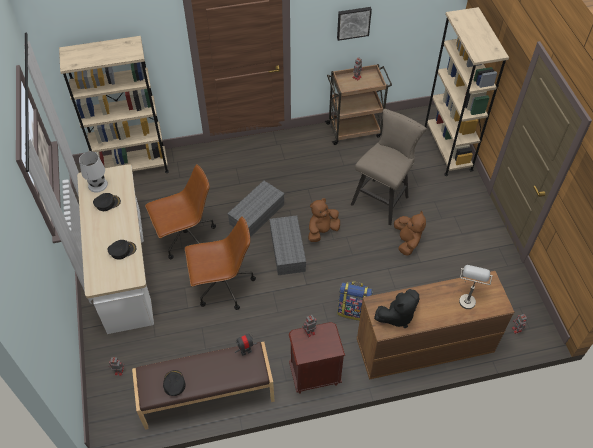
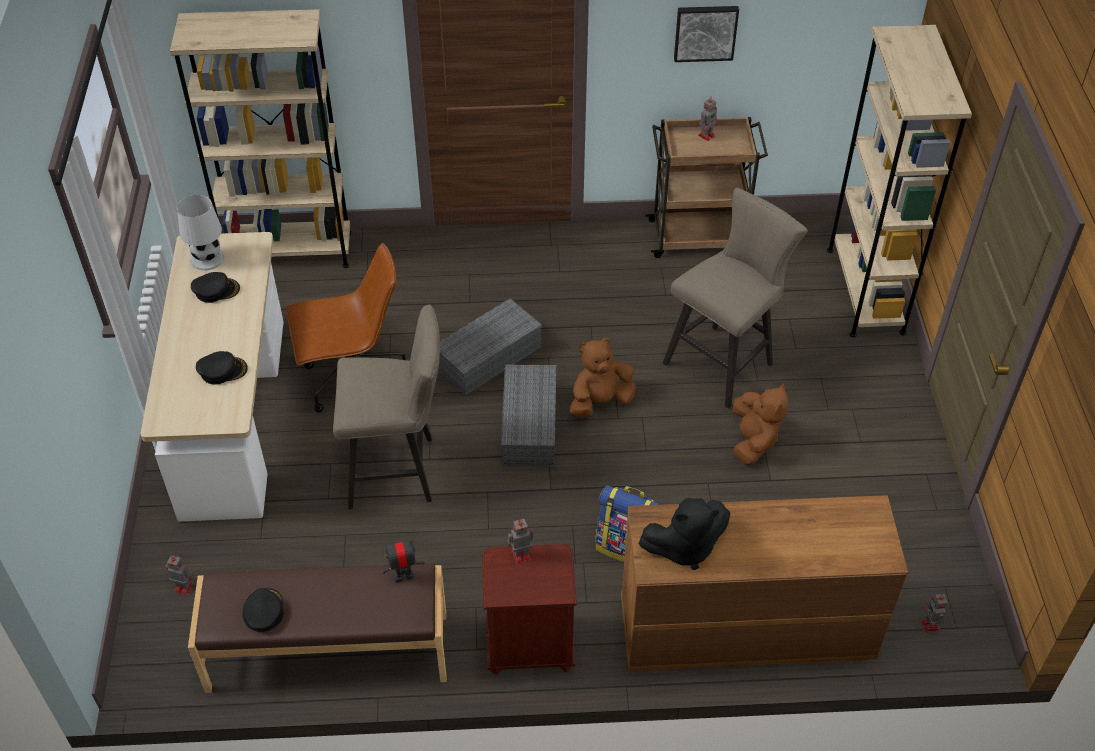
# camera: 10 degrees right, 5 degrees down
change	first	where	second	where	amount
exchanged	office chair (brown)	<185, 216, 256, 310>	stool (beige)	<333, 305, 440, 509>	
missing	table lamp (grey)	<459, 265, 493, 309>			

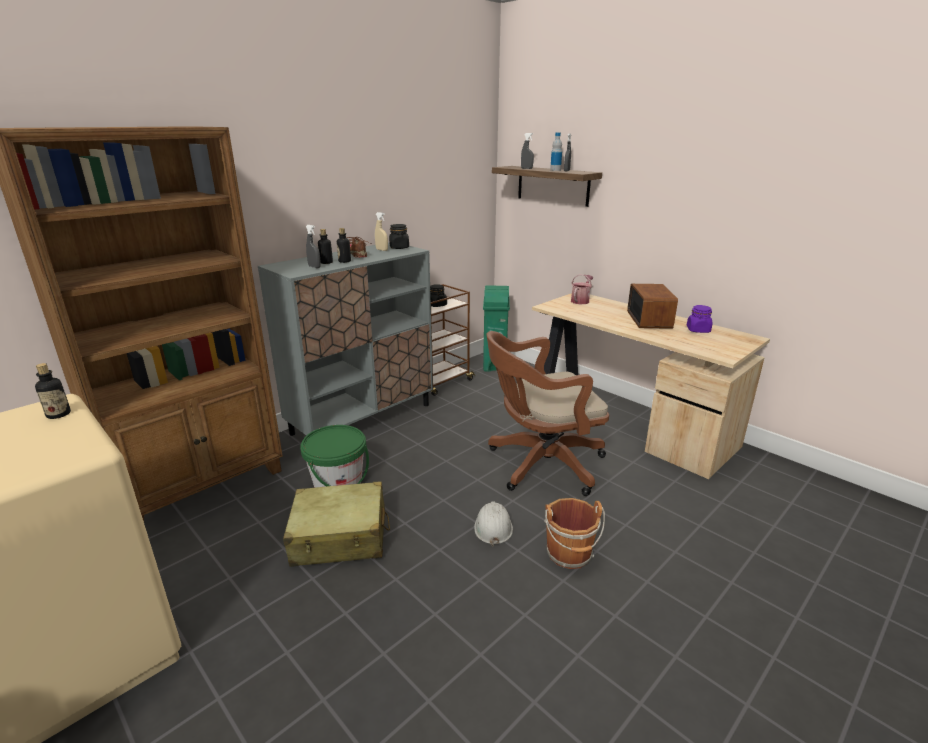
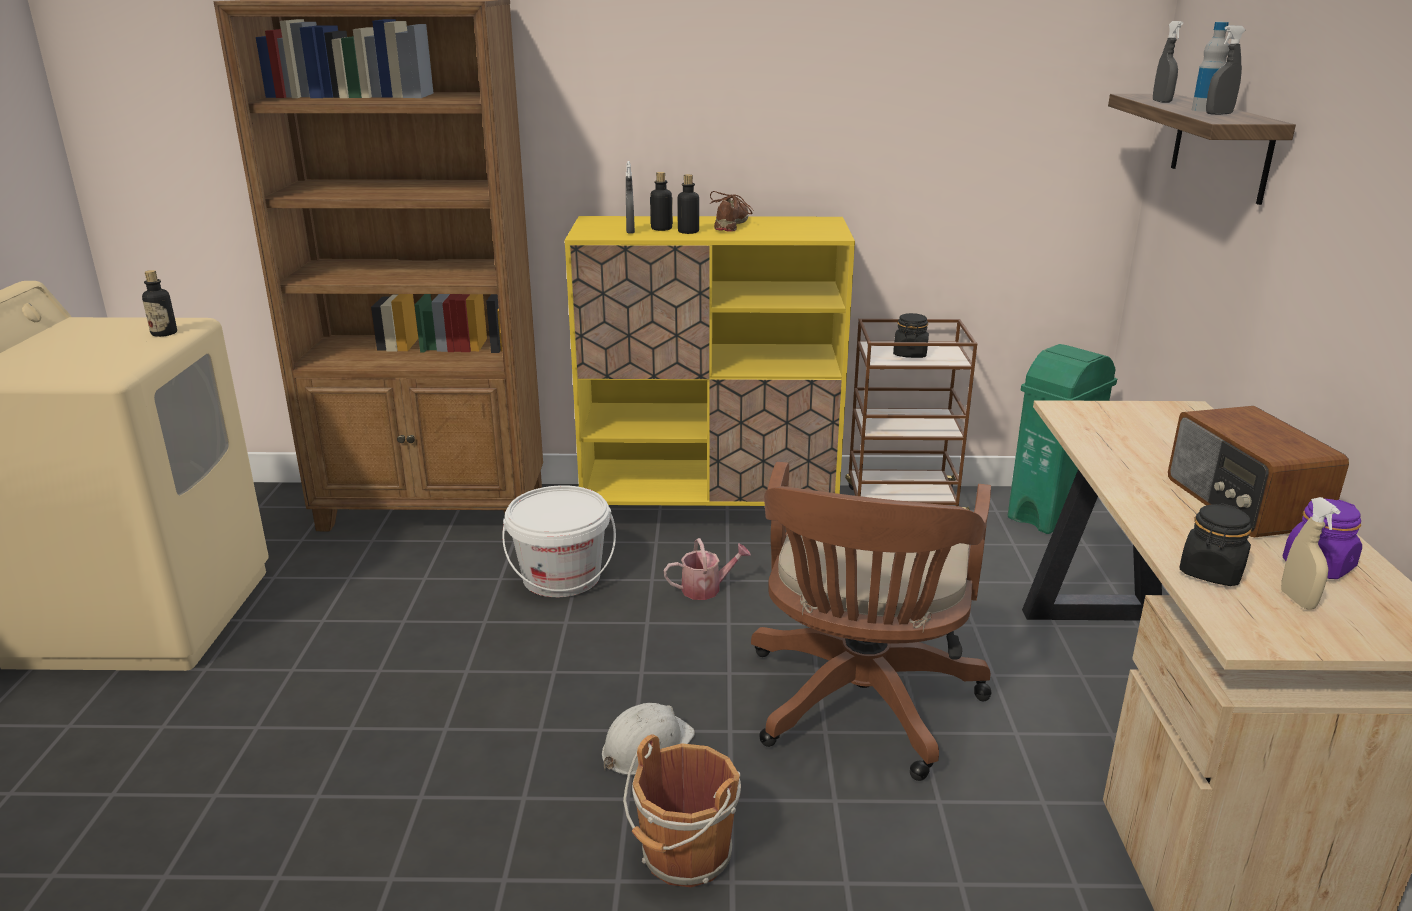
# camera: 45 degrees right, 0 degrees up
change	first	where	second	where	amount
colour	cabinet (grey)	<258, 242, 433, 436>	cabinet (yellow)	<565, 216, 855, 506>	
missing	suitcase (beige)	<283, 481, 390, 567>			
colour	bucket (green)	<300, 425, 369, 488>	bucket (white)	<502, 485, 616, 597>	
relocated	spray bottle (beige)	<375, 212, 388, 251>		<1281, 497, 1340, 610>	
relocated	jar (black)	<389, 224, 409, 249>		<1179, 503, 1251, 586>	
spun	office chair (brown)	<487, 331, 609, 496>		<751, 462, 992, 781>	105 degrees counterclockwise
relocated	watering can	<571, 274, 593, 304>		<663, 538, 751, 600>	
spun	radio	<627, 284, 678, 329>		<1168, 406, 1349, 537>	120 degrees clockwise

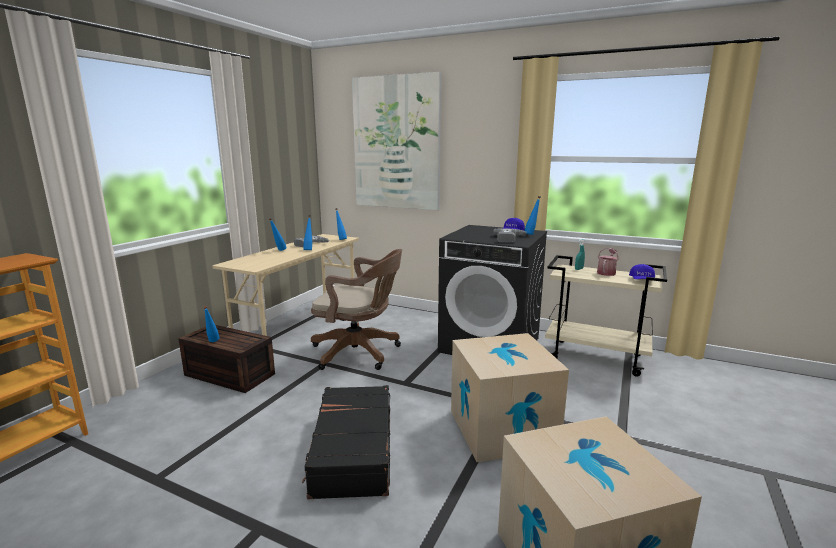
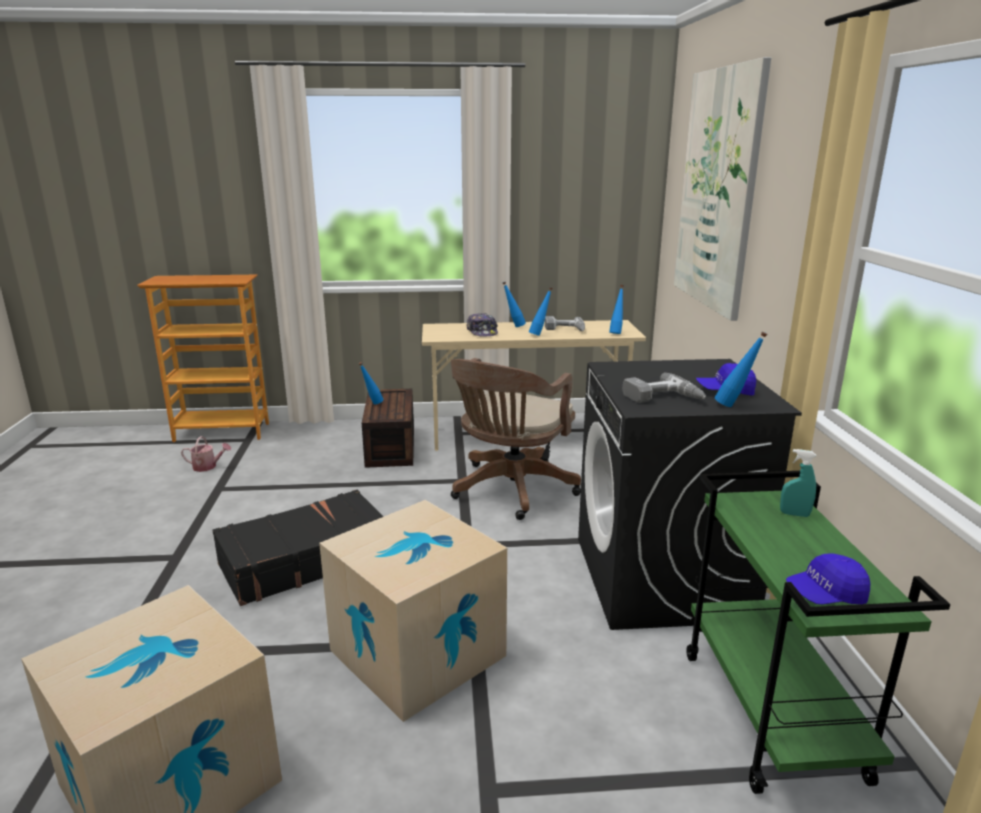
# camera: 60 degrees right, 5 degrees up
change	first	where	second	where	amount
spun	office chair (brown)	<311, 249, 402, 370>		<451, 358, 581, 520>	45 degrees clockwise
colour	cart (beige)	<545, 255, 667, 377>	cart (green)	<686, 471, 950, 794>	
relocated	watering can	<597, 248, 619, 276>		<181, 436, 231, 472>	
appeared			cap	<466, 313, 498, 337>	

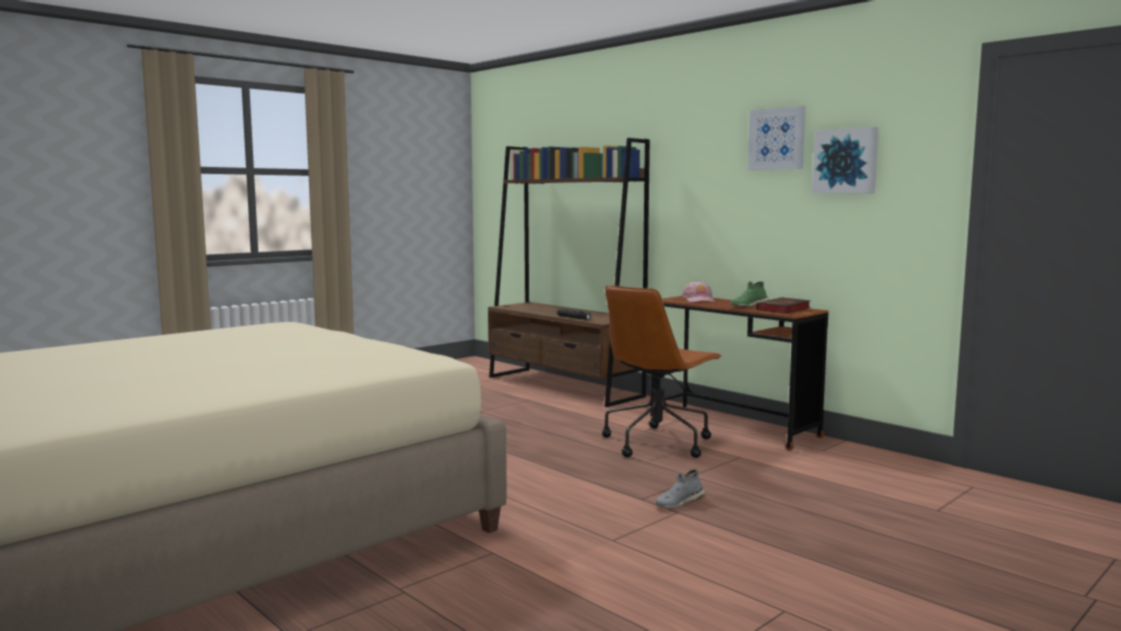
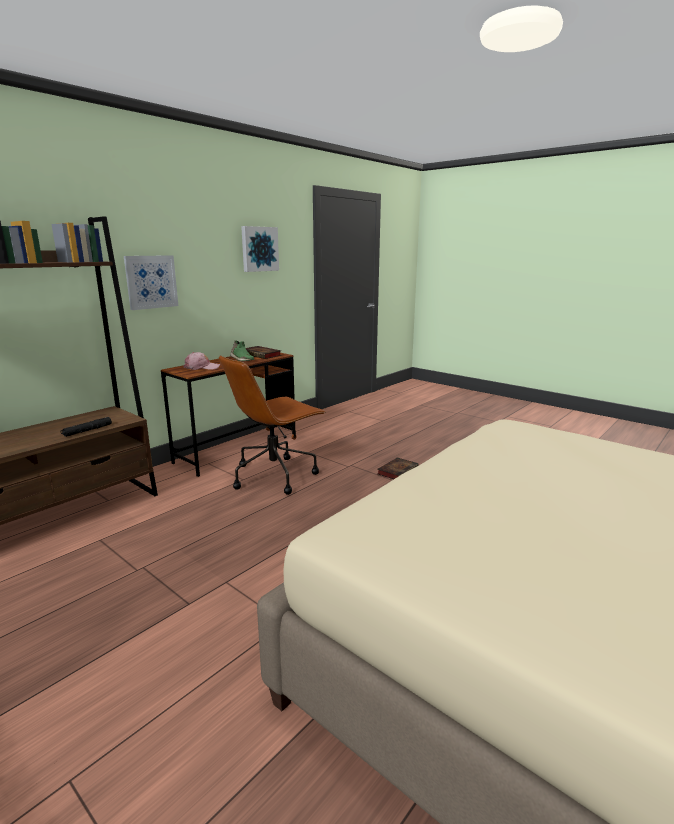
# camera: 95 degrees left, 10 degrees up
change	first	where	second	where	amount
spun	office chair (brown)	<602, 285, 722, 458>		<219, 355, 326, 495>	105 degrees clockwise
exchanged	shoe (grey)	<655, 469, 706, 508>	book	<377, 458, 419, 479>	
relocated	picture	<748, 106, 806, 170>		<124, 255, 178, 310>	

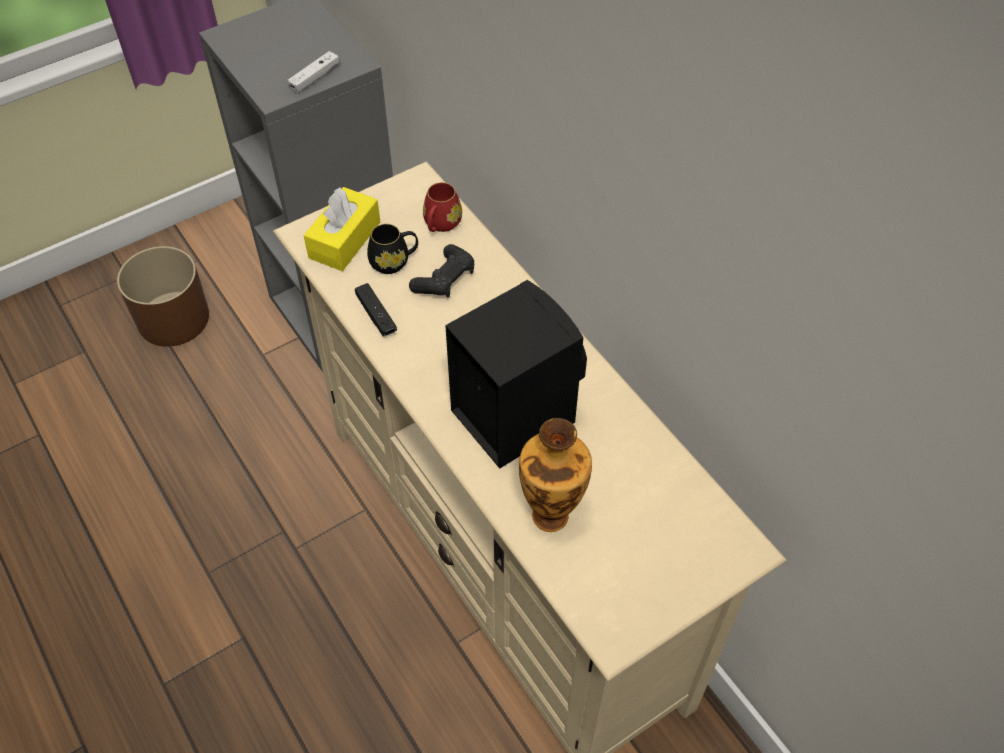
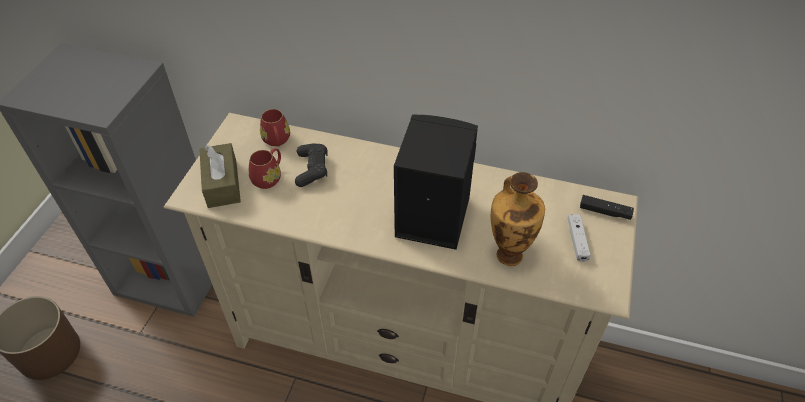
# camera: 40 degrees left, 5 degrees down
change	first	where	second	where	amount
relocated	game controller (white)	<287, 51, 340, 93>		<567, 214, 591, 262>	
colour	tissue box (yellow)	<304, 187, 380, 271>	tissue box (brown)	<199, 143, 241, 208>	
relocated	game controller (black)	<355, 283, 397, 336>		<580, 195, 634, 220>	
colour	mug (black)	<367, 224, 418, 274>	mug (red)	<248, 148, 281, 189>	

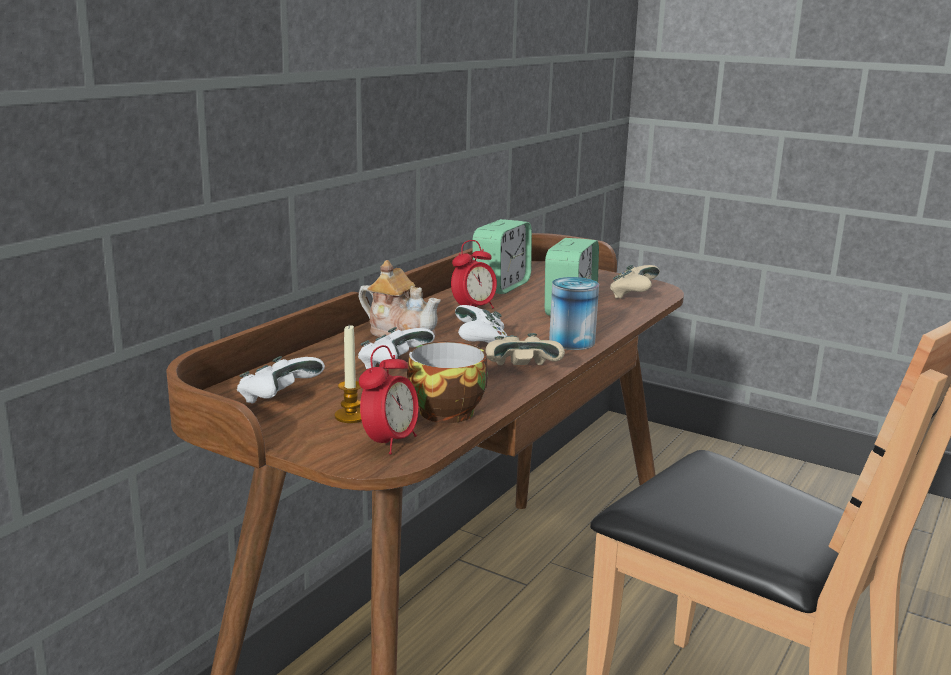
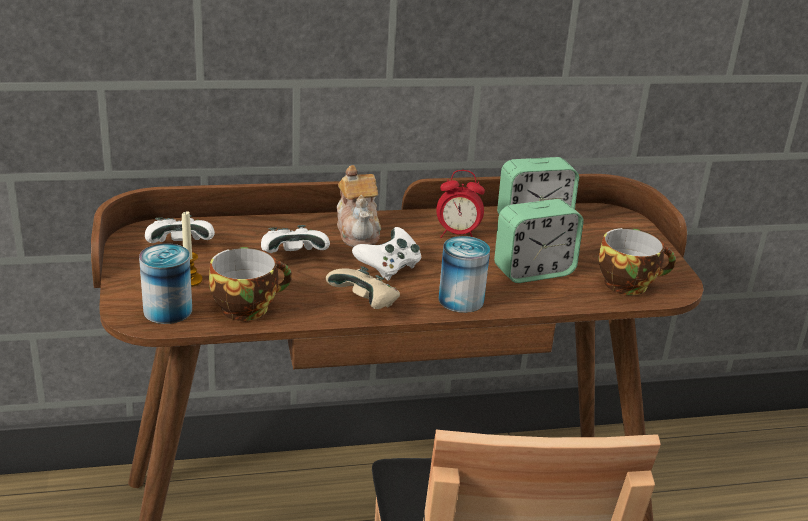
# camera: 45 degrees right, 10 degrees up
change	first	where	second	where	amount
exchanged	alarm clock	<359, 345, 419, 454>	can	<139, 243, 192, 324>	
exchanged	game controller (beige)	<610, 265, 660, 299>	cup	<598, 228, 676, 295>	

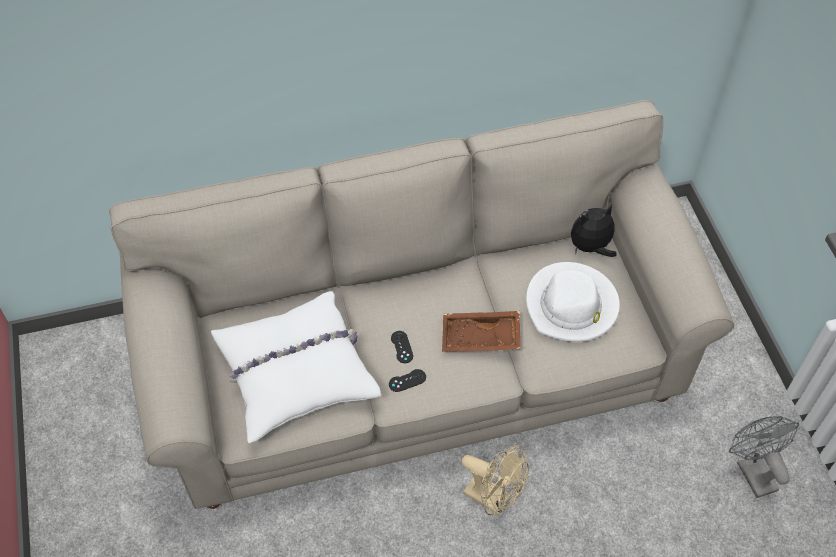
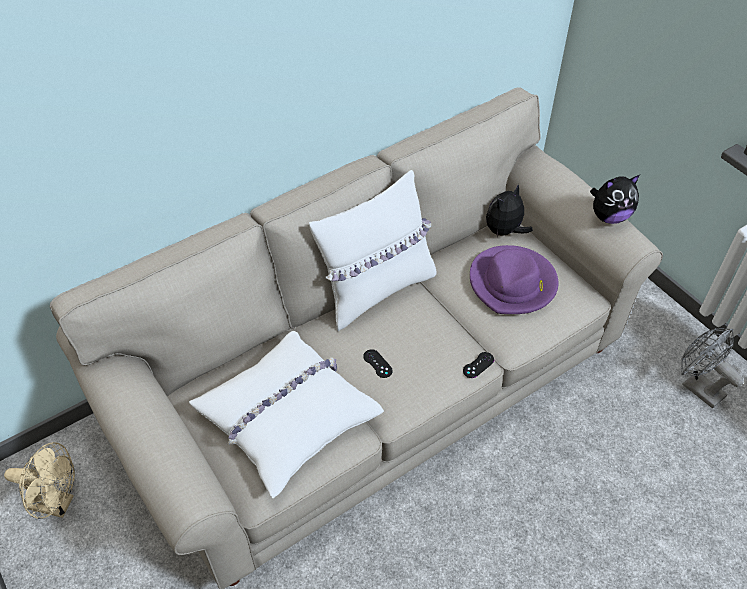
# camera: 20 degrees left, 5 degrees down
change	first	where	second	where	amount
relocated	game controller (black)	<389, 369, 426, 392>		<463, 352, 494, 378>	
missing	tray (brown)	<442, 311, 520, 352>			
relocated	fan (beige)	<461, 445, 529, 515>		<4, 442, 75, 519>	
colour	hat (white)	<526, 262, 620, 342>	hat (purple)	<470, 245, 559, 314>	
appeared			pillow (white)	<309, 170, 436, 331>	
appeared			plush toy	<590, 175, 640, 224>	

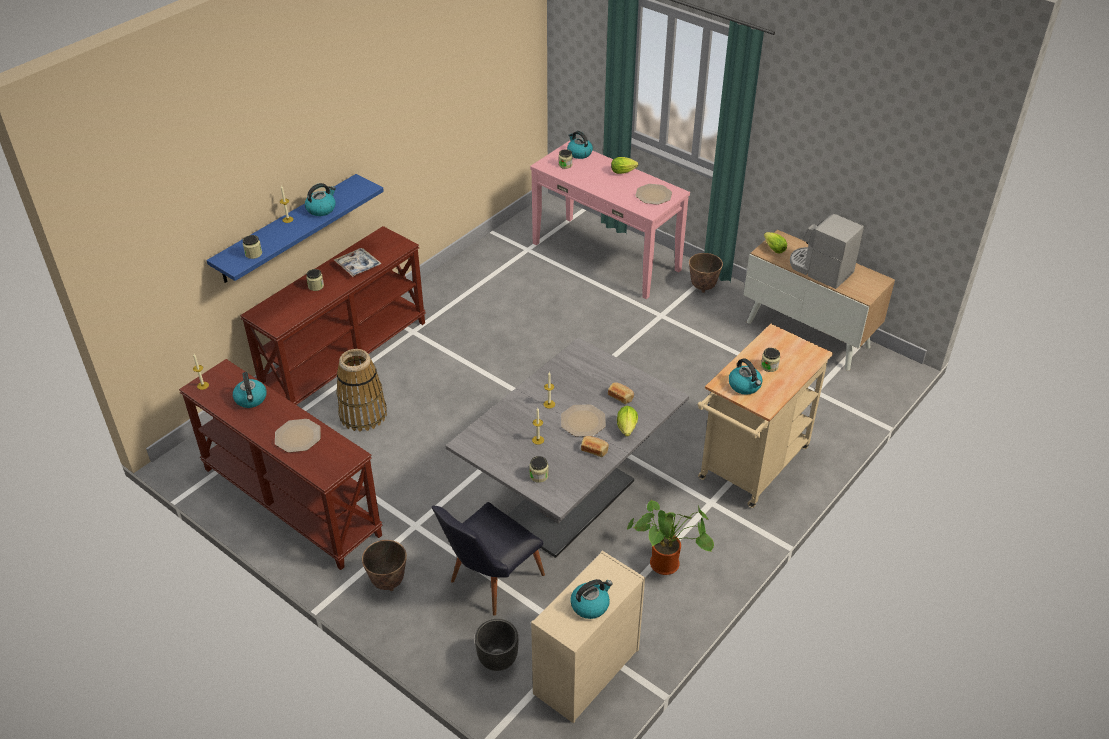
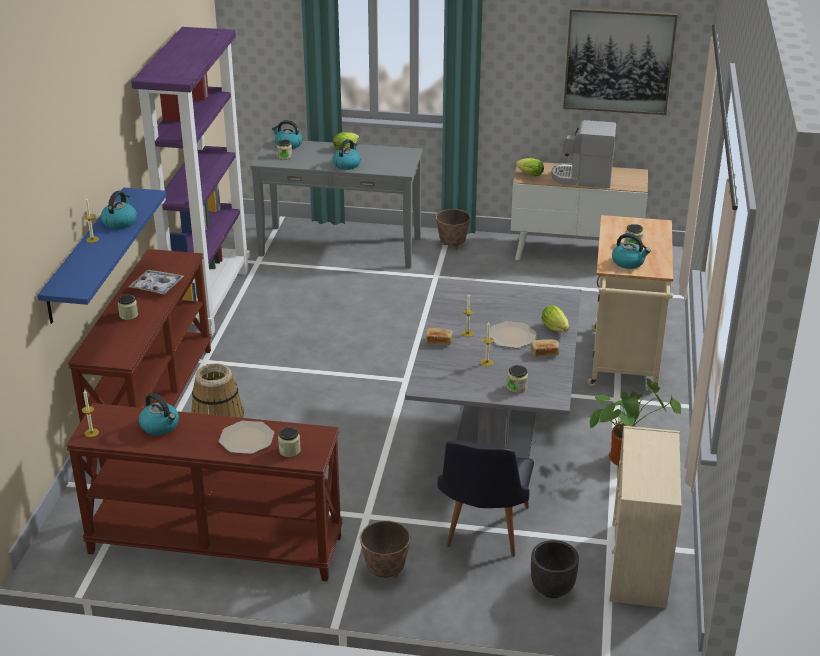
# camera: 30 degrees left, 10 degrees down
change	first	where	second	where	amount
relocated	jar	<243, 235, 262, 259>		<278, 427, 301, 457>	
colour	console table (pink)	<530, 141, 690, 299>	console table (grey)	<250, 138, 423, 268>	
relocated	kettle	<570, 579, 612, 619>		<333, 139, 361, 170>	
relocated	bread	<608, 382, 634, 404>		<426, 328, 454, 345>	
missing	plate	<635, 184, 672, 205>			
appeared			bookcase (purple)	<131, 27, 250, 337>	
appeared			picture	<563, 8, 678, 115>	

